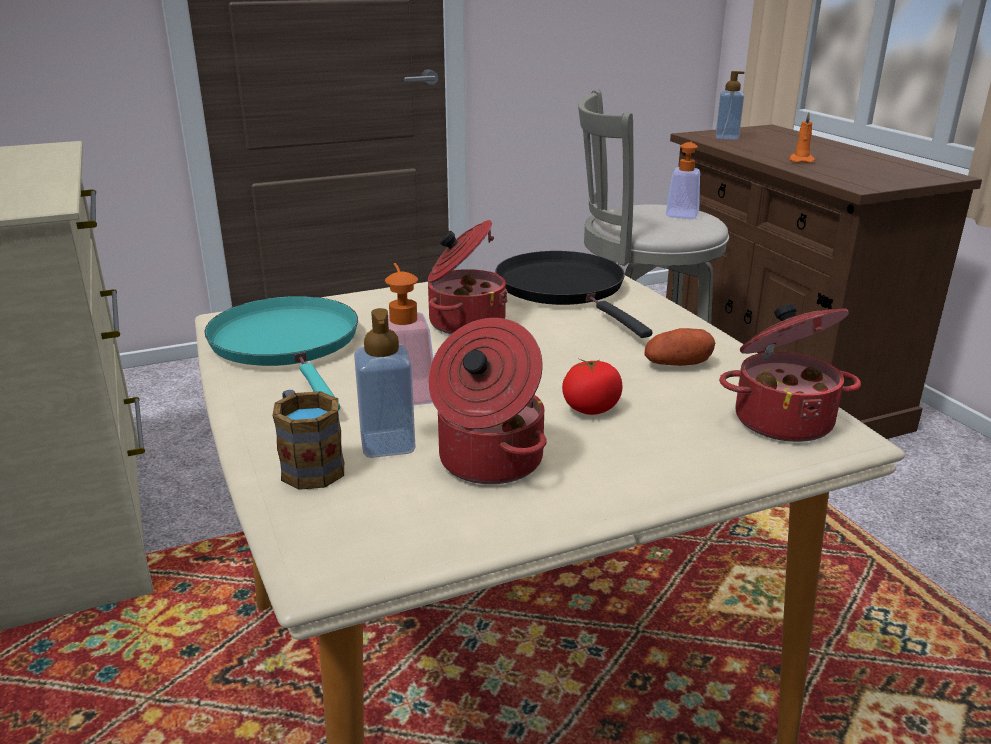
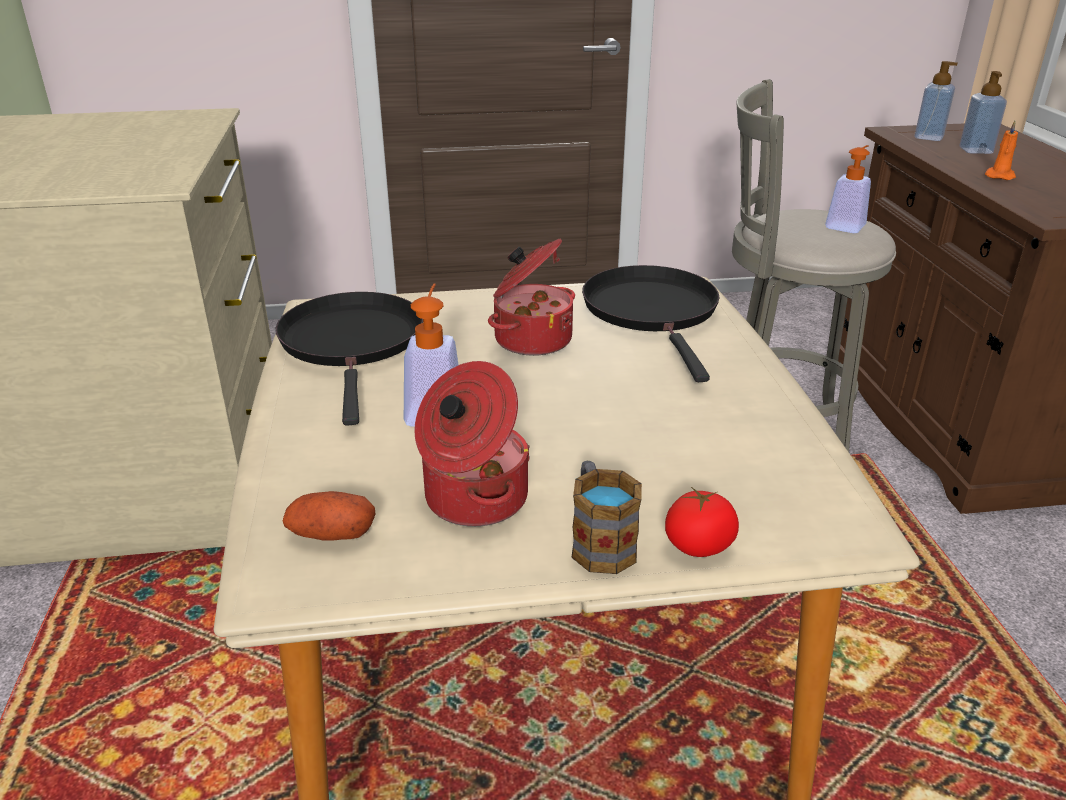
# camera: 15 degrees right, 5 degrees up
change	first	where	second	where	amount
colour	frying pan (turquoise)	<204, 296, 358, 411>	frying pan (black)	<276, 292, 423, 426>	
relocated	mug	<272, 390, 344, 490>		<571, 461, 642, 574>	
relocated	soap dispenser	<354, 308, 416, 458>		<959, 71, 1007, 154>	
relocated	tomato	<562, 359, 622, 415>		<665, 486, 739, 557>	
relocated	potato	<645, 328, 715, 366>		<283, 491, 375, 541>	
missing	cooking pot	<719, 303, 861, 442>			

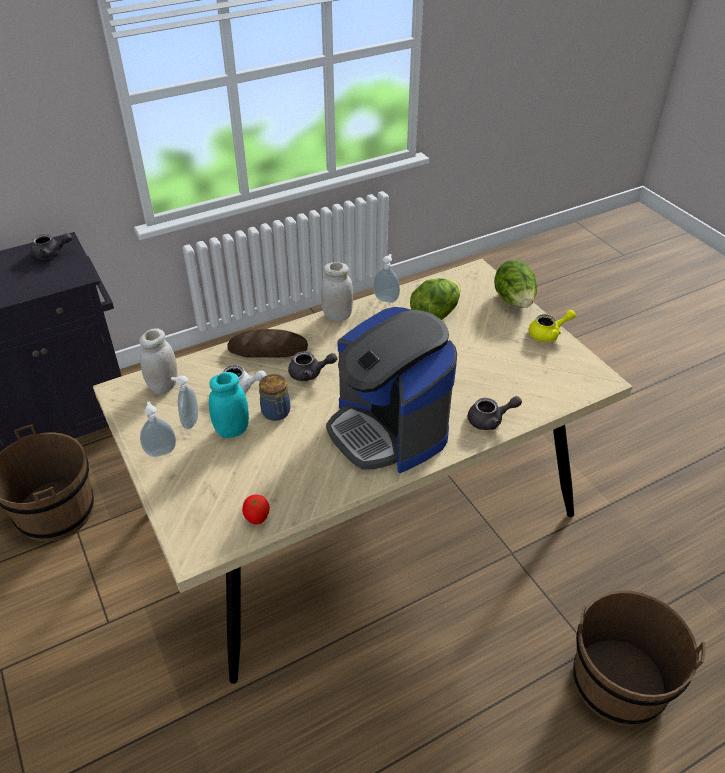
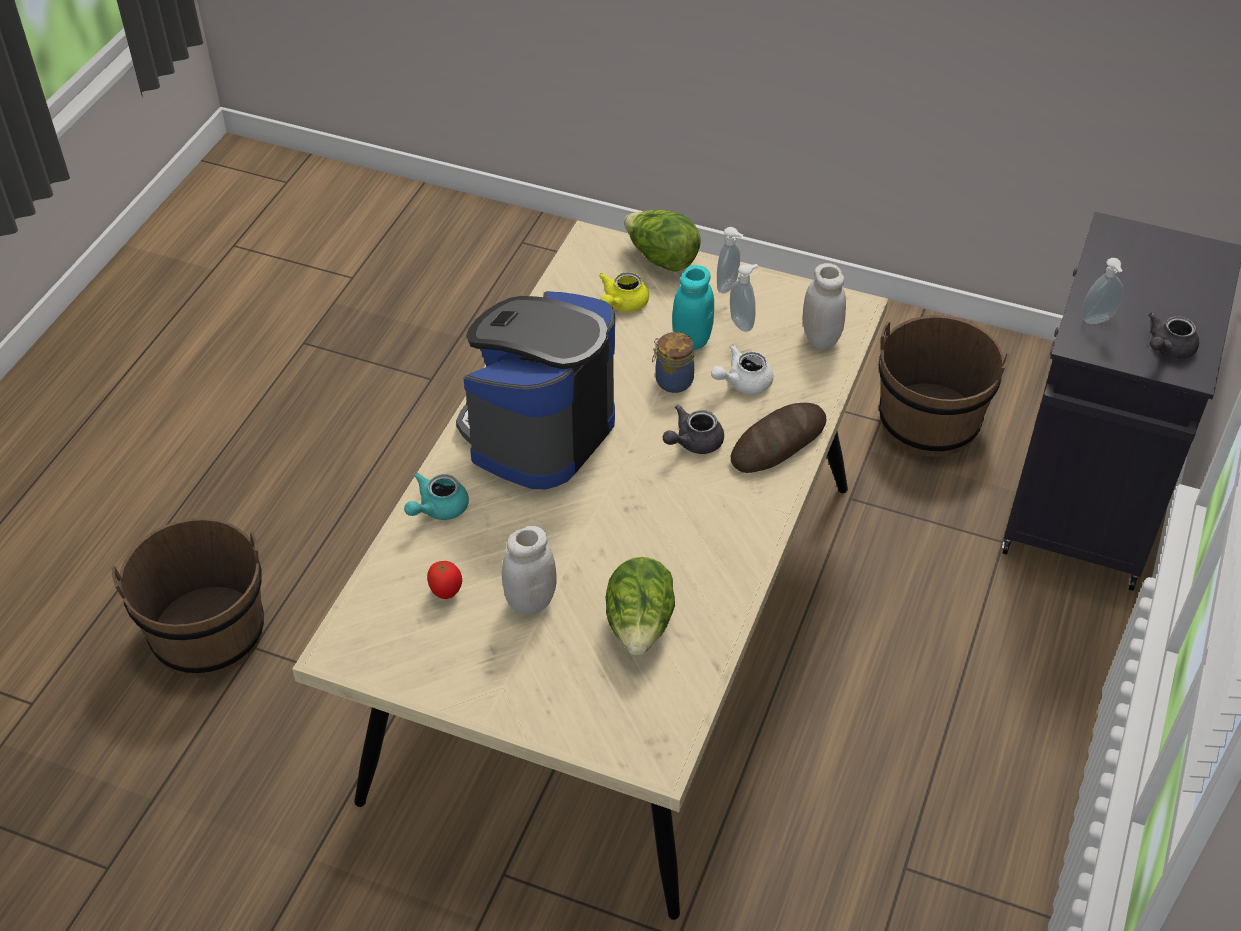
# camera: 140 degrees right, 5 degrees up
change	first	where	second	where	amount
relocated	tomato	<242, 495, 270, 525>		<427, 561, 462, 599>	
relocated	jar (white)	<321, 262, 353, 321>		<502, 526, 557, 614>	
spun	coffee machine	<326, 307, 457, 473>		<456, 291, 615, 490>	75 degrees counterclockwise
relocated	soap dispenser	<373, 254, 400, 303>		<1082, 258, 1123, 324>	
colour	teapot (grey)	<468, 396, 522, 430>	teapot (turquoise)	<404, 472, 469, 520>	
relocated	lettuce	<494, 259, 537, 308>		<624, 210, 701, 272>	
relocated	teapot (yellow)	<528, 310, 576, 342>		<599, 272, 649, 312>	

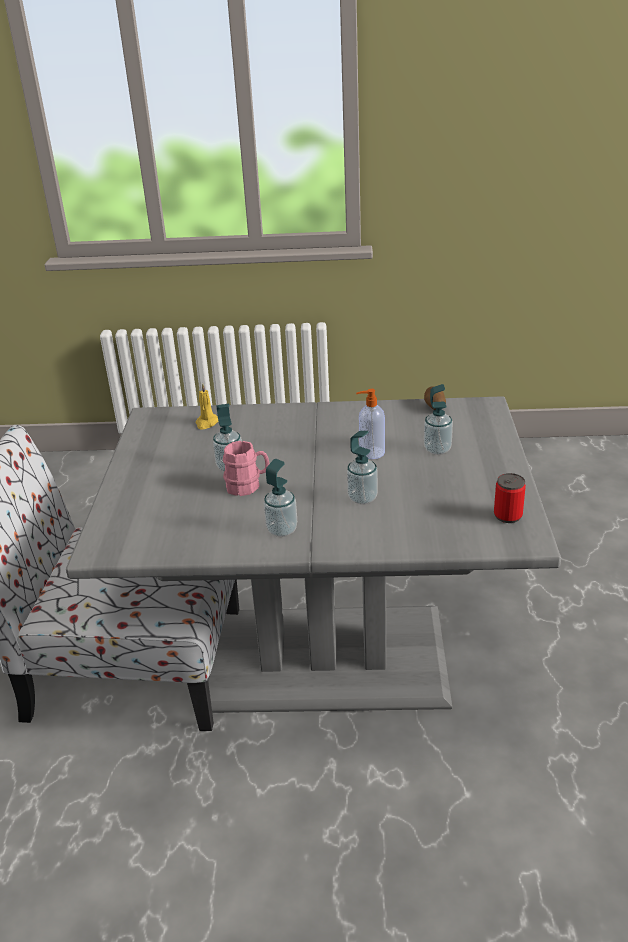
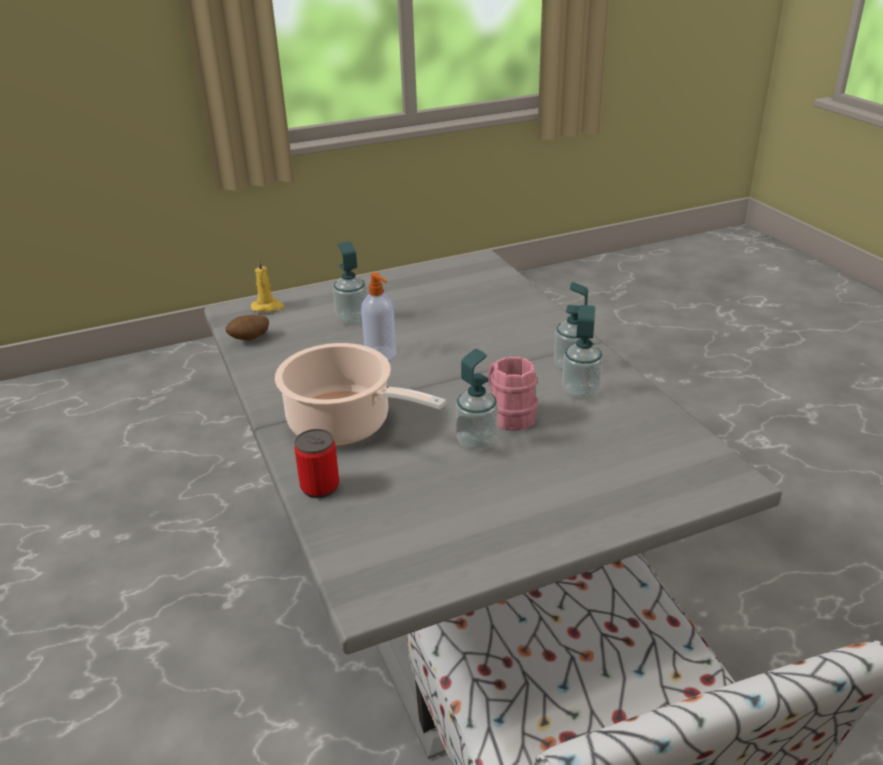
# camera: 115 degrees left, 0 degrees up
change	first	where	second	where	amount
relocated	candle (yellow)	<196, 383, 219, 430>		<251, 258, 285, 312>	
relocated	soap dispenser	<347, 431, 378, 505>		<562, 305, 603, 401>	
relocated	can	<494, 473, 526, 523>		<295, 429, 339, 498>	
appeared			cooking pot	<275, 343, 446, 446>	

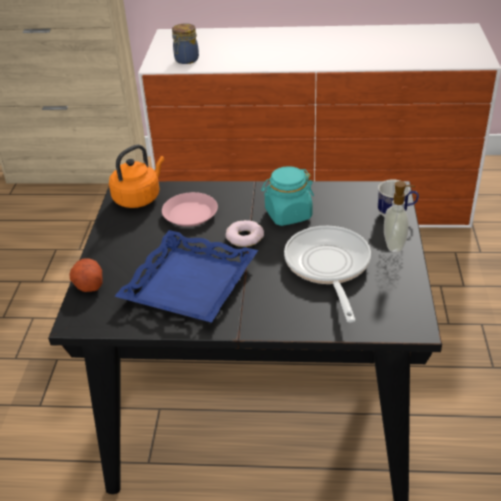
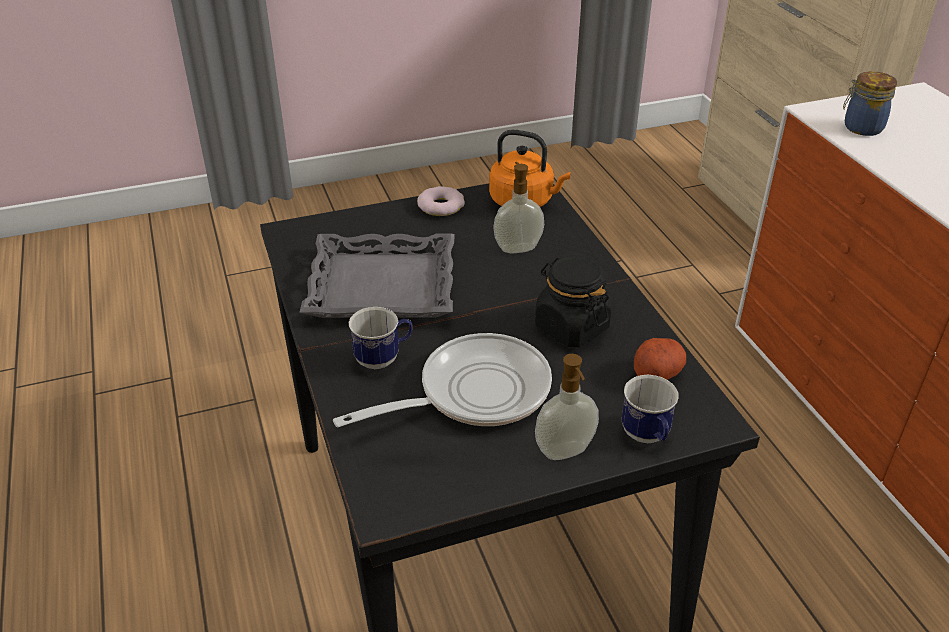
# camera: 65 degrees right, 0 degrees up
change	first	where	second	where	amount
relocated	potato	<70, 258, 103, 292>		<634, 338, 686, 380>	
colour	tray (blue)	<114, 230, 258, 323>	tray (grey)	<300, 233, 454, 318>	
exchanged	plate (pink)	<162, 192, 218, 227>	soap dispenser	<493, 162, 544, 253>	
relocated	donut	<226, 220, 264, 247>		<417, 186, 465, 216>	
colour	jar (turquoise)	<261, 166, 314, 226>	jar (black)	<535, 256, 611, 347>	
appeared			mug	<348, 307, 413, 369>	

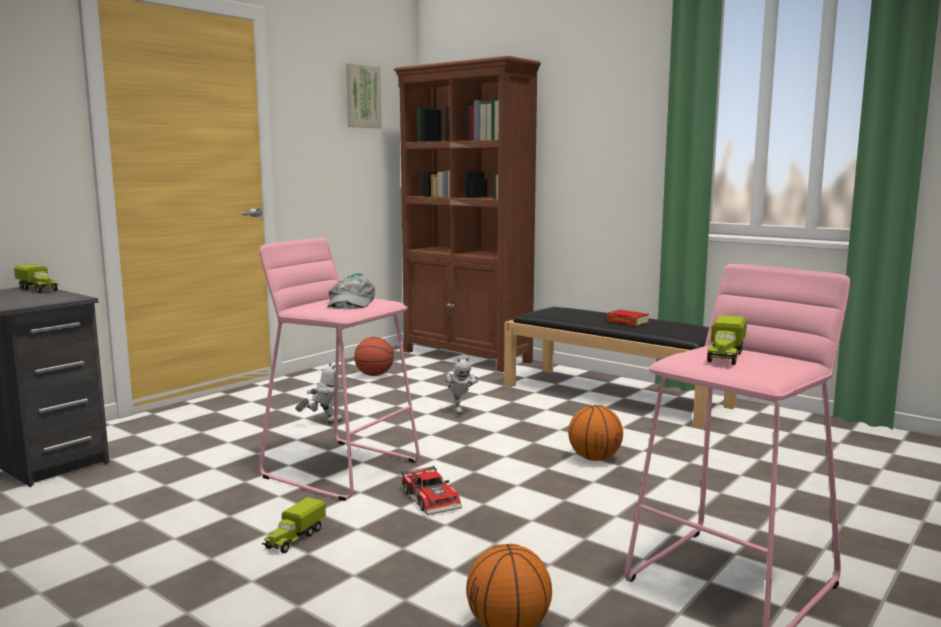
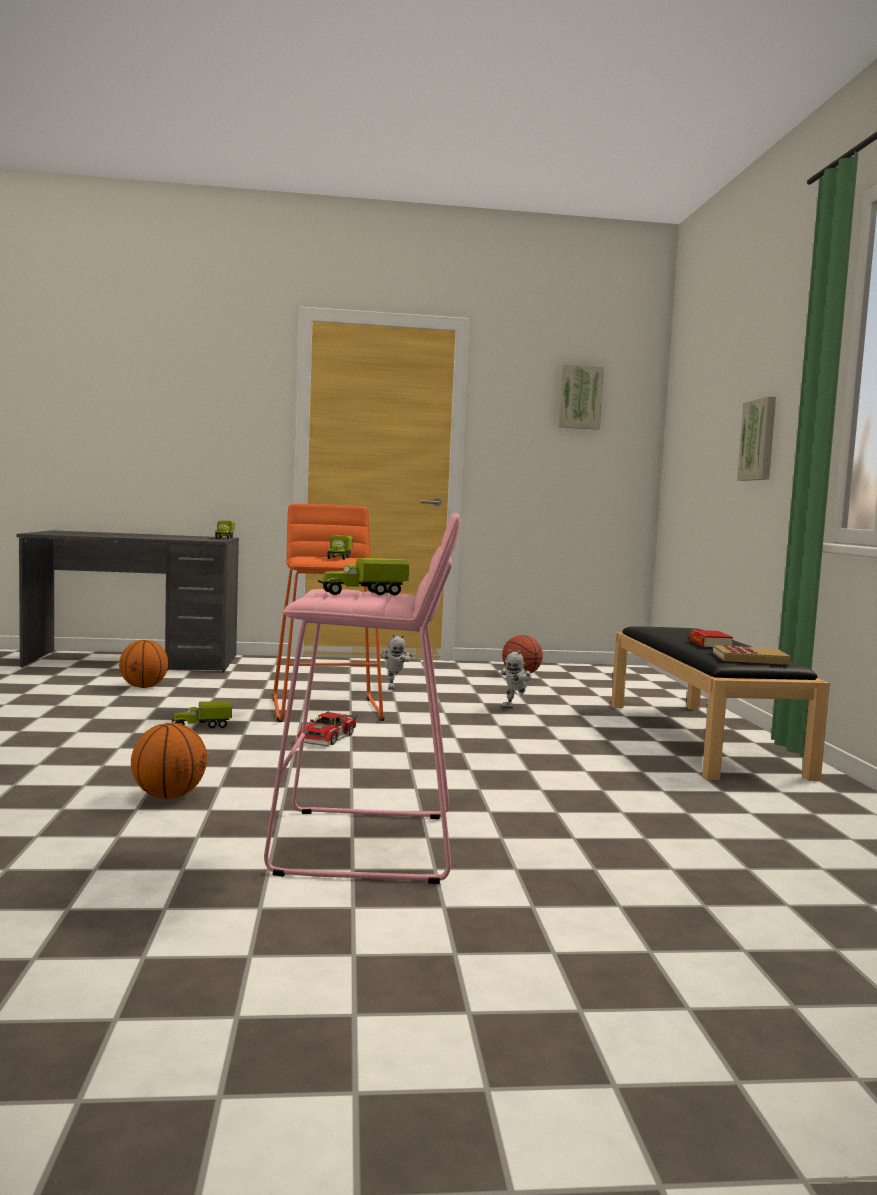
# camera: 45 degrees right, 5 degrees down
change	first	where	second	where	amount
colour	stool (pink)	<259, 238, 420, 501>	stool (orange)	<273, 504, 384, 722>	
spun	toy robot	<295, 362, 343, 424>		<380, 634, 413, 690>	60 degrees clockwise
exchanged	cap (grey)	<327, 273, 375, 309>	toy truck	<327, 535, 353, 560>	
missing	bookcase (brown)	<394, 56, 541, 372>			
relocated	basketball	<568, 405, 623, 461>		<119, 640, 168, 688>	
appeared			book	<713, 645, 791, 665>	
appeared			picture	<737, 396, 776, 481>	

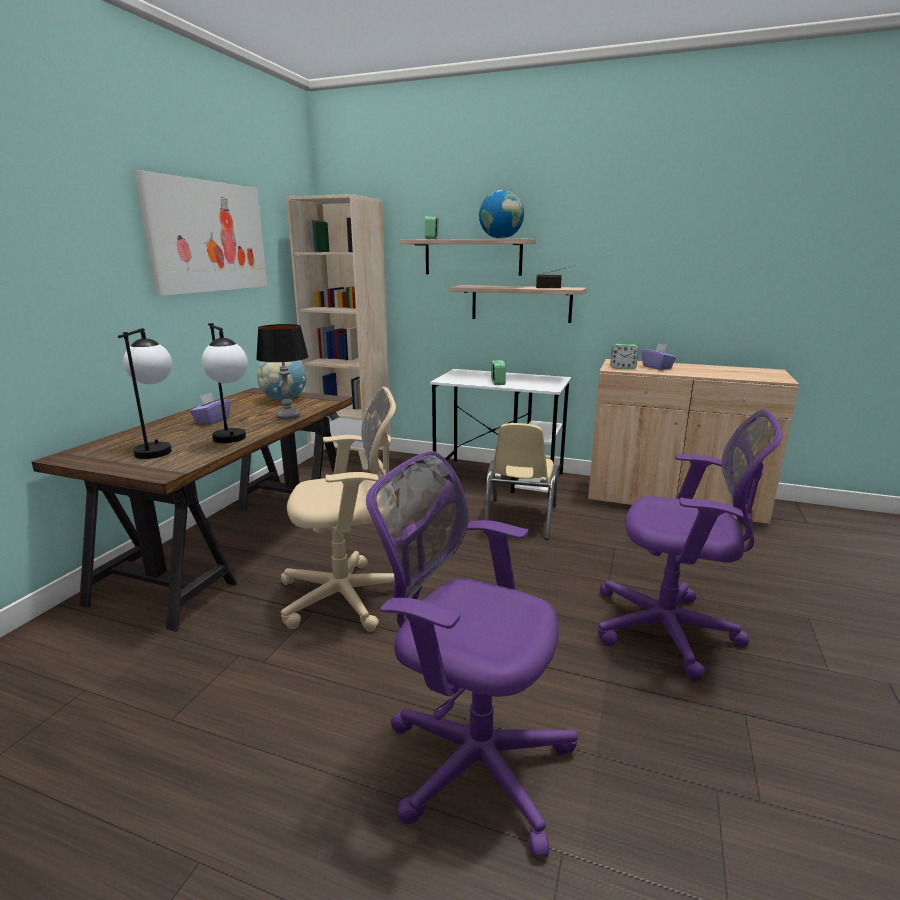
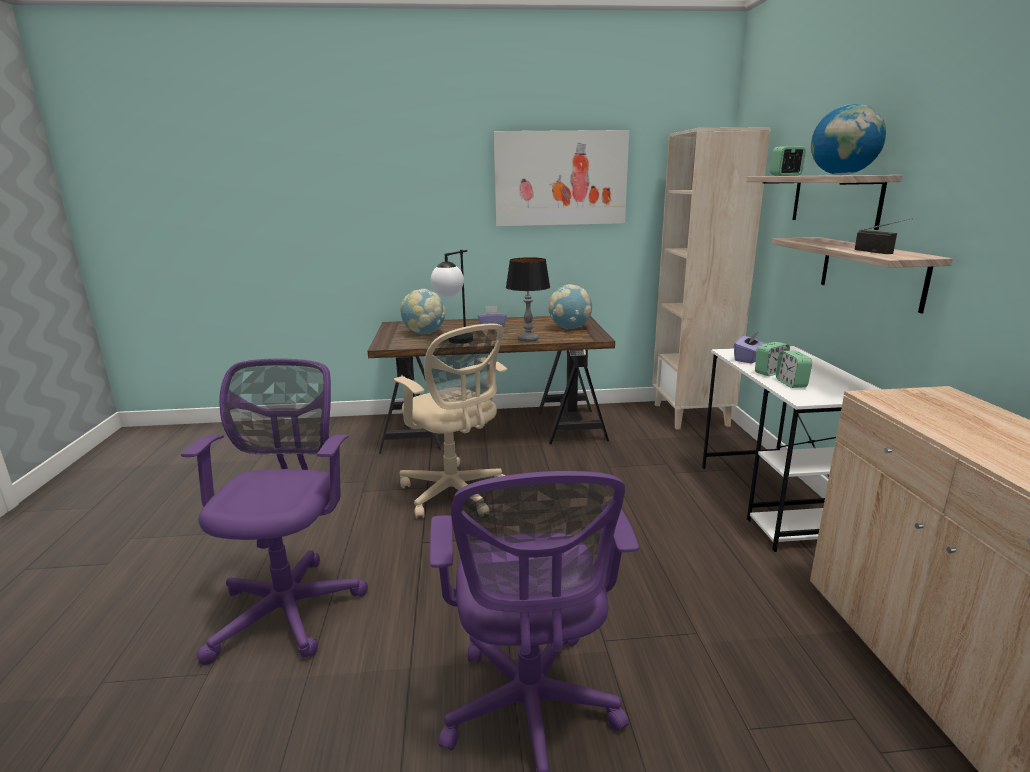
# camera: 65 degrees right, 0 degrees up
change	first	where	second	where	amount
exchanged	table lamp	<118, 328, 172, 459>	globe	<400, 289, 446, 334>	
missing	chair (beige)	<484, 423, 558, 540>			
relocated	alarm clock	<611, 344, 639, 369>		<776, 351, 812, 388>	
relocated	tissue box (purple)	<642, 343, 676, 370>		<734, 332, 766, 364>	

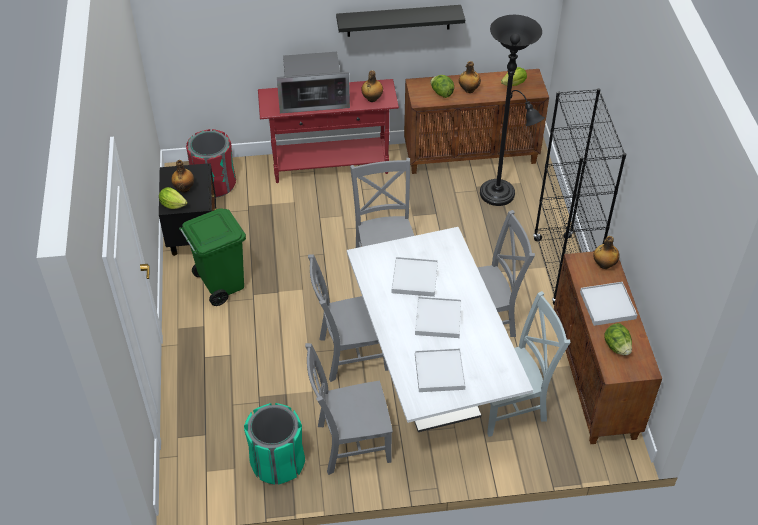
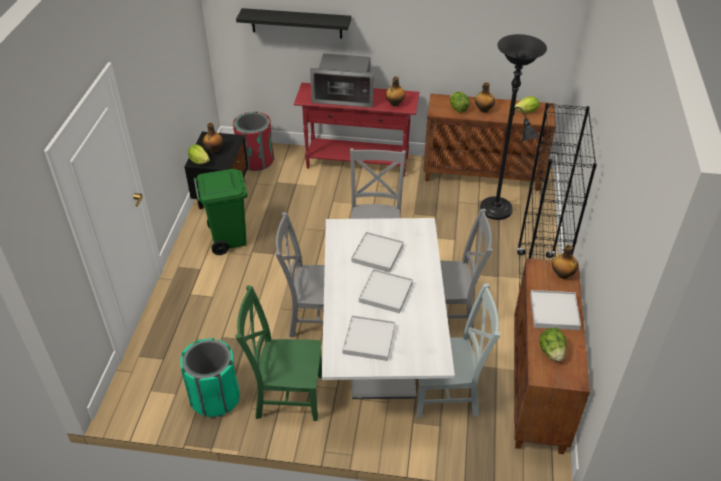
# camera: 15 degrees right, 5 degrees down
change	first	where	second	where	amount
colour	chair (grey)	<305, 343, 393, 475>	chair (green)	<235, 285, 322, 421>	
relocated	shelf (black)	<336, 5, 465, 37>		<236, 8, 351, 38>	

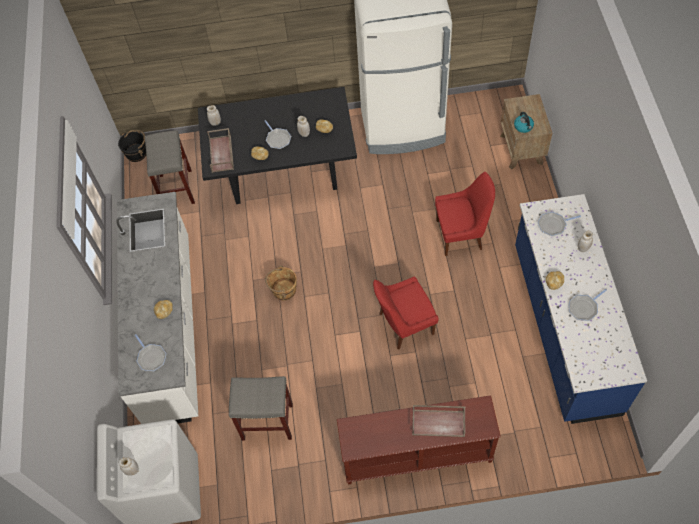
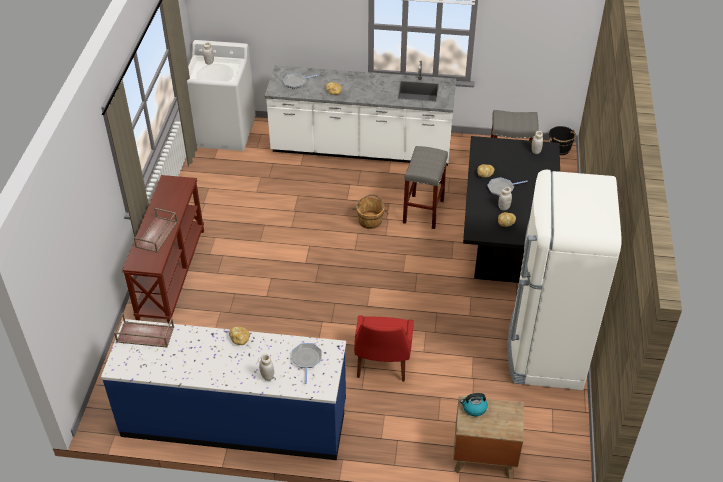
# camera: 100 degrees right, 15 degrees down
change	first	where	second	where	amount
relocated	tray (brown)	<207, 128, 234, 173>		<114, 313, 174, 348>	
relocated	stool (grey)	<229, 376, 293, 441>		<403, 146, 448, 229>	
missing	chair (red)	<373, 277, 439, 350>			
missing	frying pan	<569, 289, 606, 321>			

